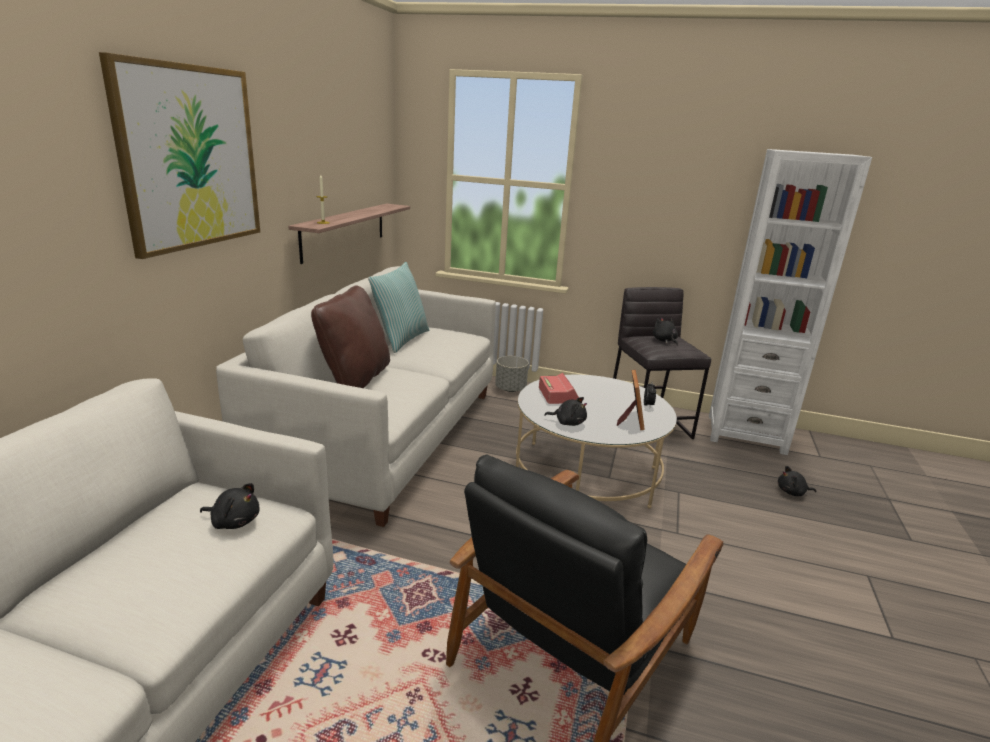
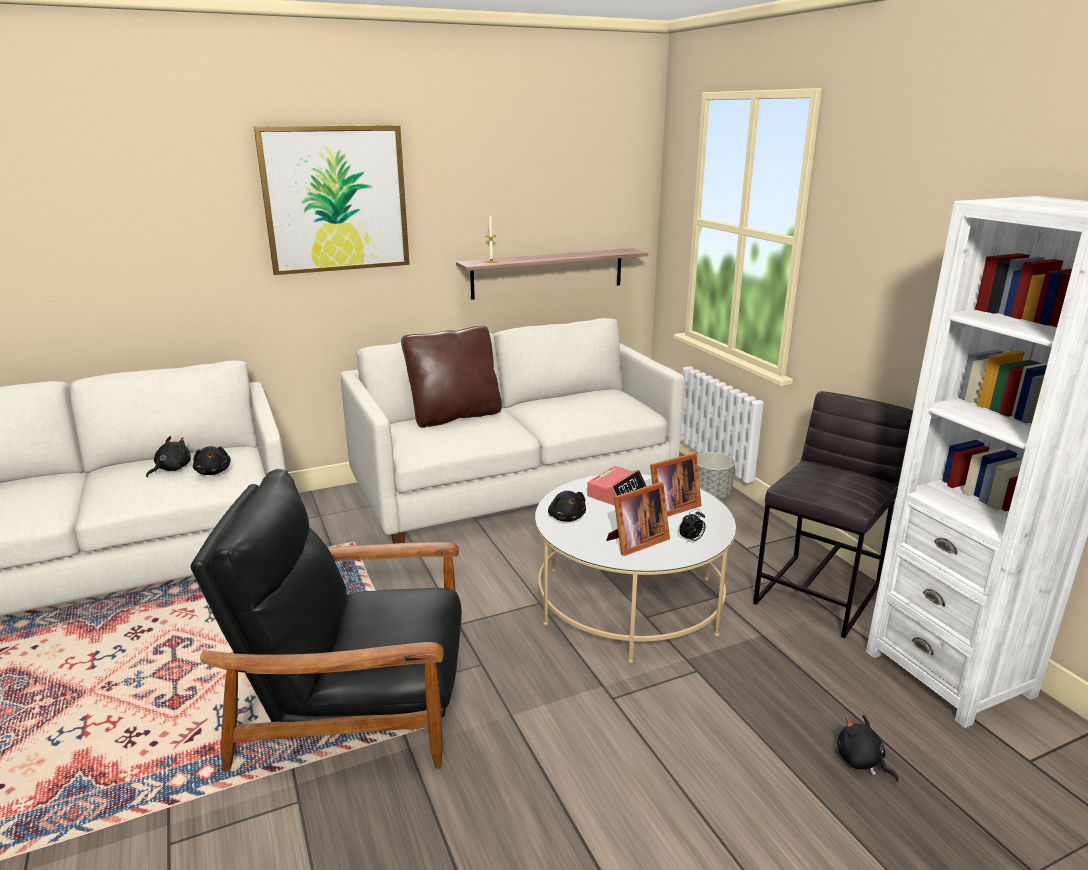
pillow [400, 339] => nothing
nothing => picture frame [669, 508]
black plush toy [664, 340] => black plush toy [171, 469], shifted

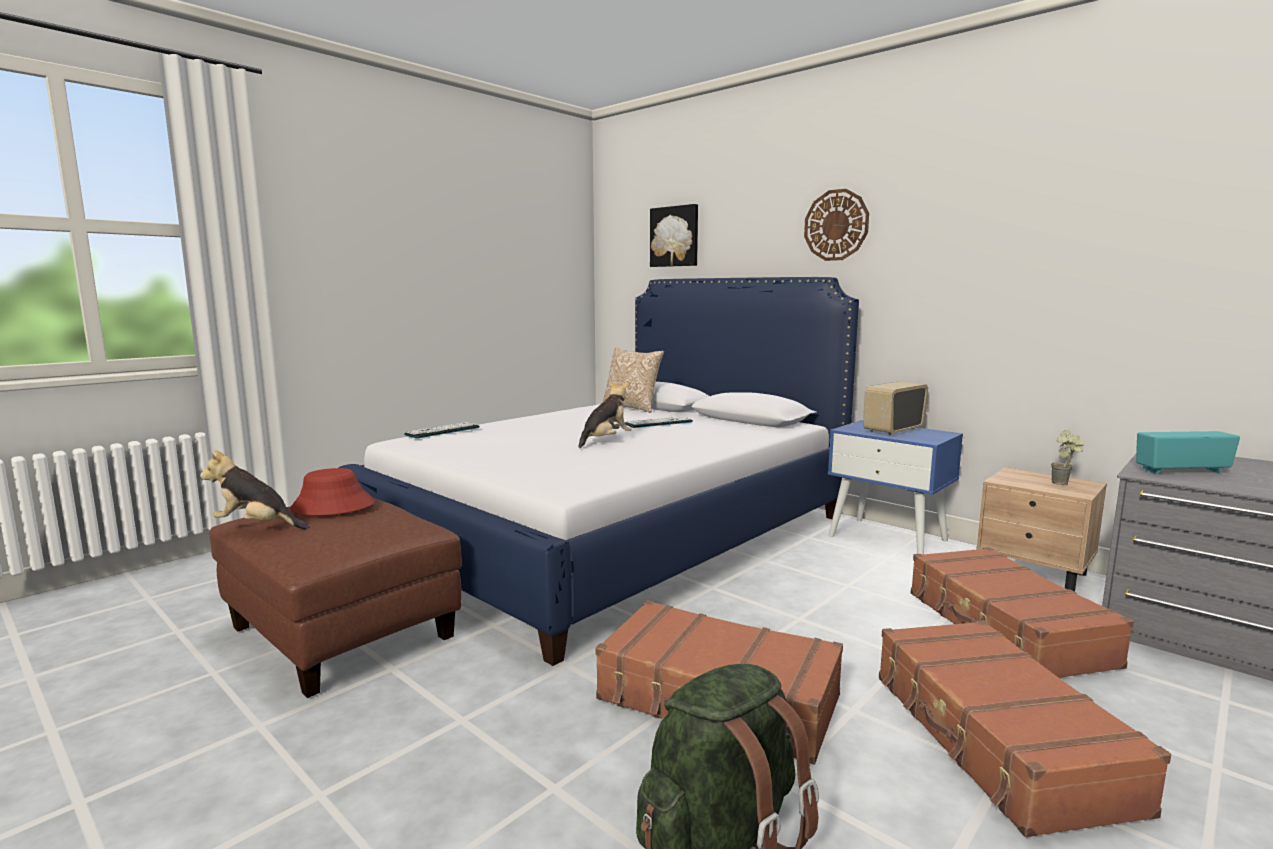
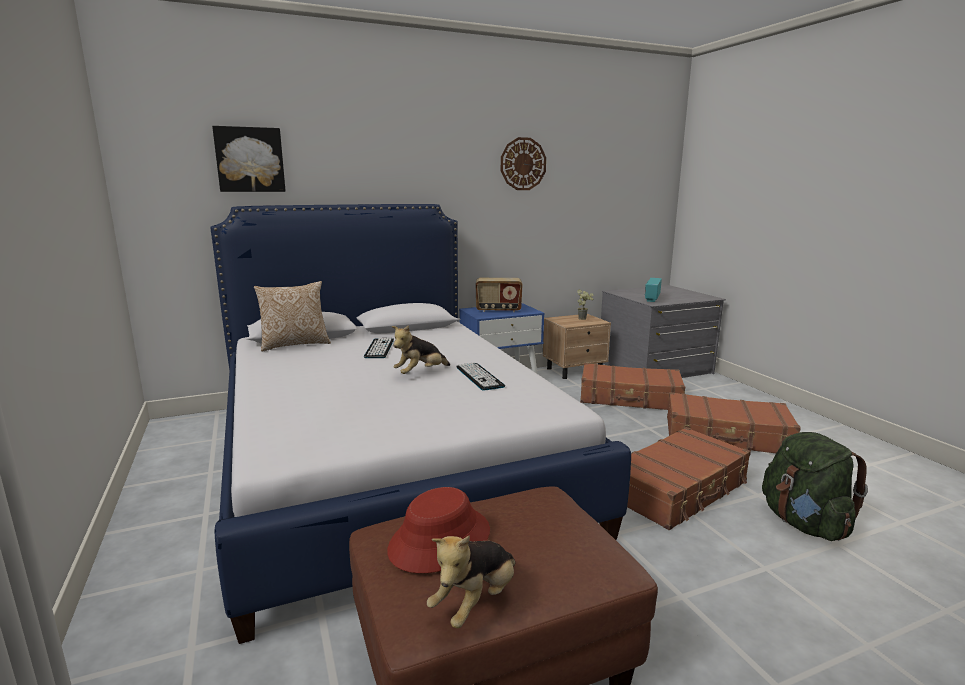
keyboard [442, 431] => keyboard [479, 377], shifted
wall clock [836, 225] => wall clock [523, 164], shifted
plush toy [605, 441] => plush toy [420, 373], 105 degrees counterclockwise
radio [893, 430] => radio [498, 310], 75 degrees counterclockwise

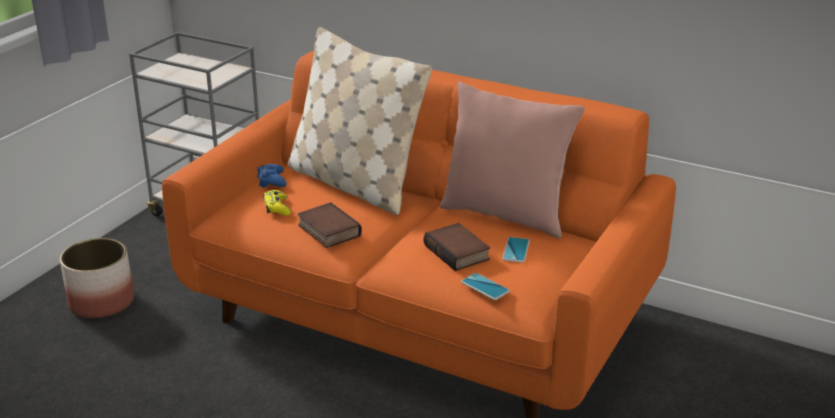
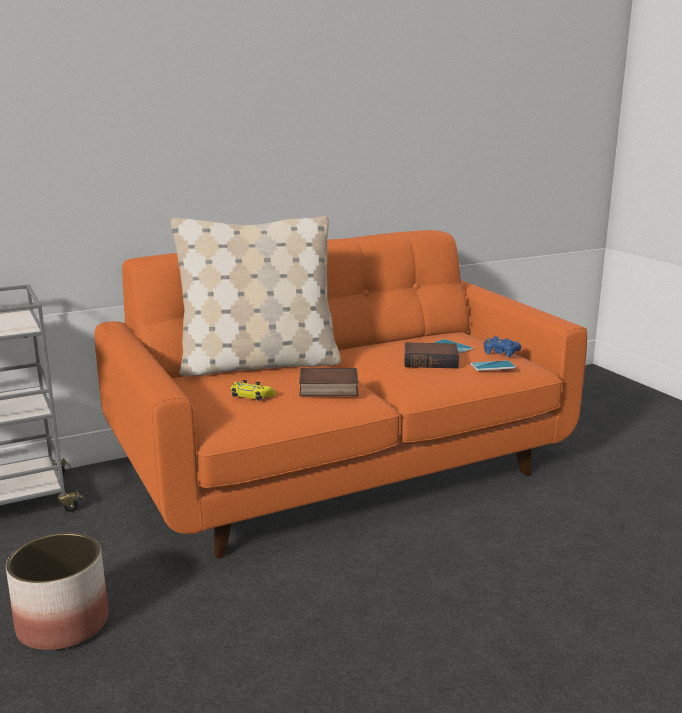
pink pillow [506, 215] => nothing
blue game controller [271, 181] => blue game controller [500, 352], shifted

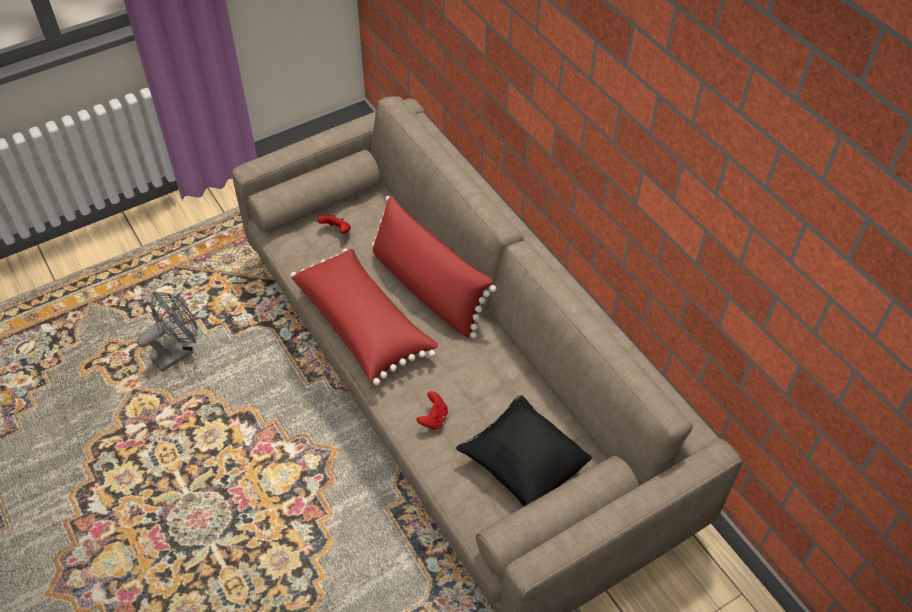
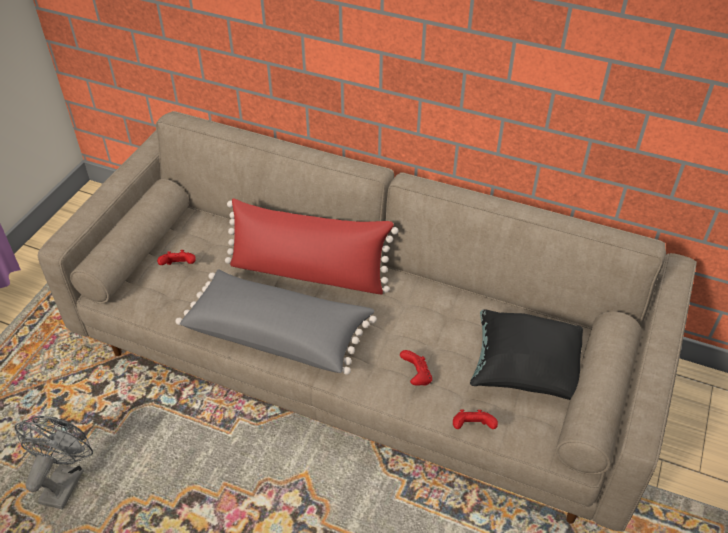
nothing => red game controller [472, 427]
red pillow [364, 325] => grey pillow [279, 333]

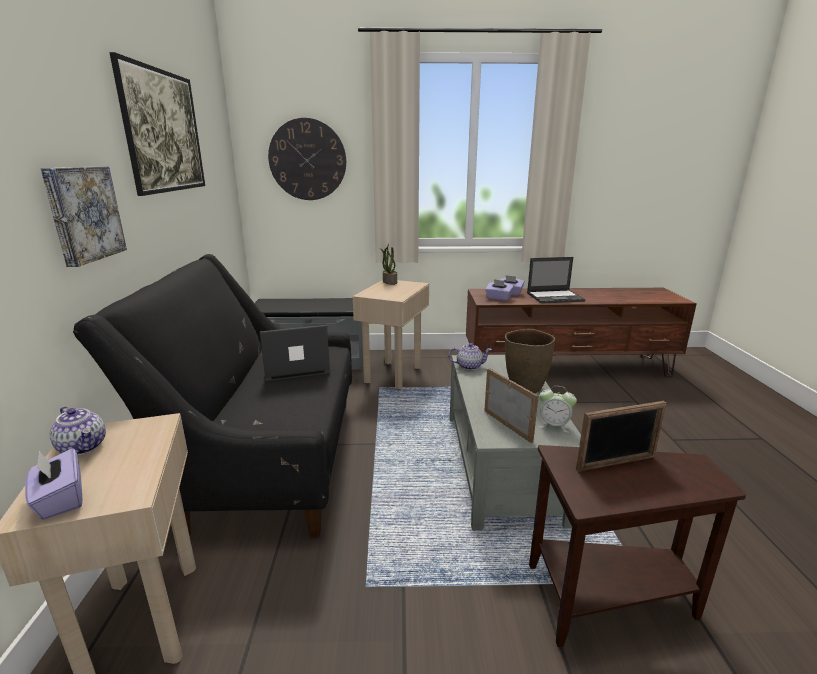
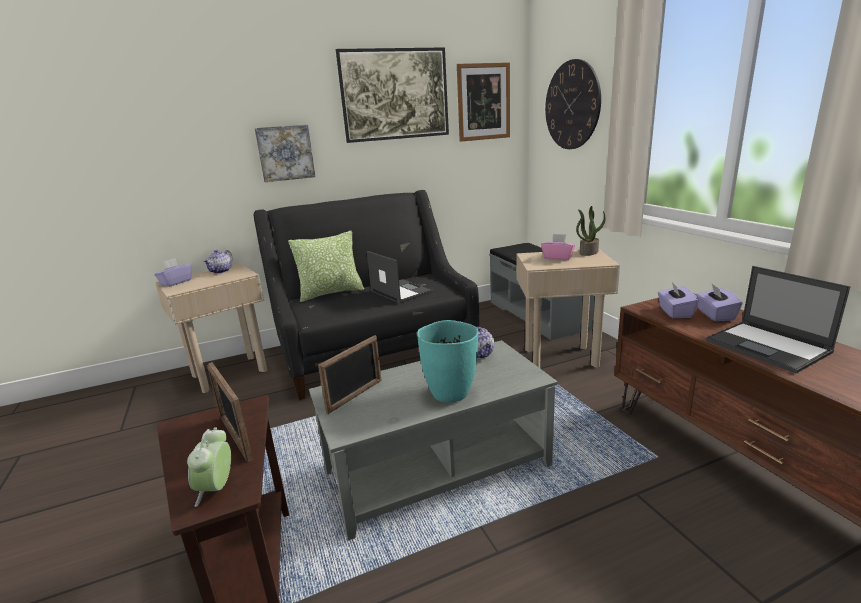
nothing => pillow [331, 293]
nothing => picture [483, 102]
nothing => pink tissue box [558, 257]
alarm clock [554, 425] => alarm clock [217, 488], shifted
brown vase [524, 387] => turquoise vase [450, 393]

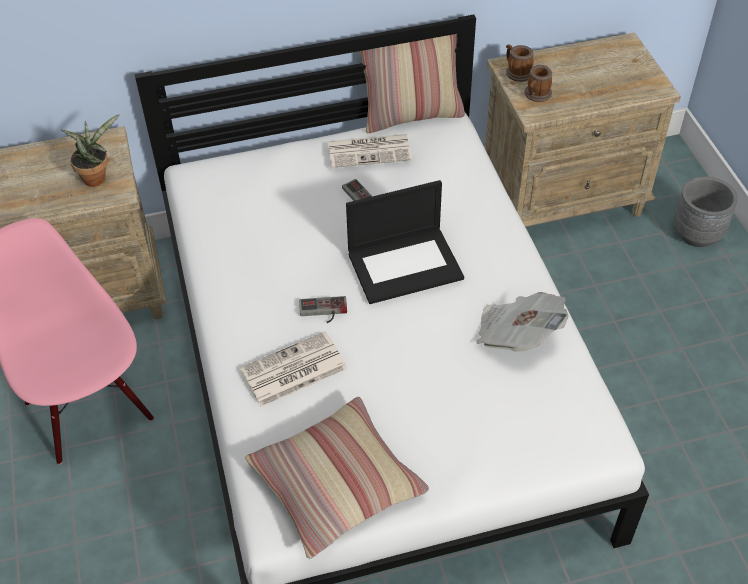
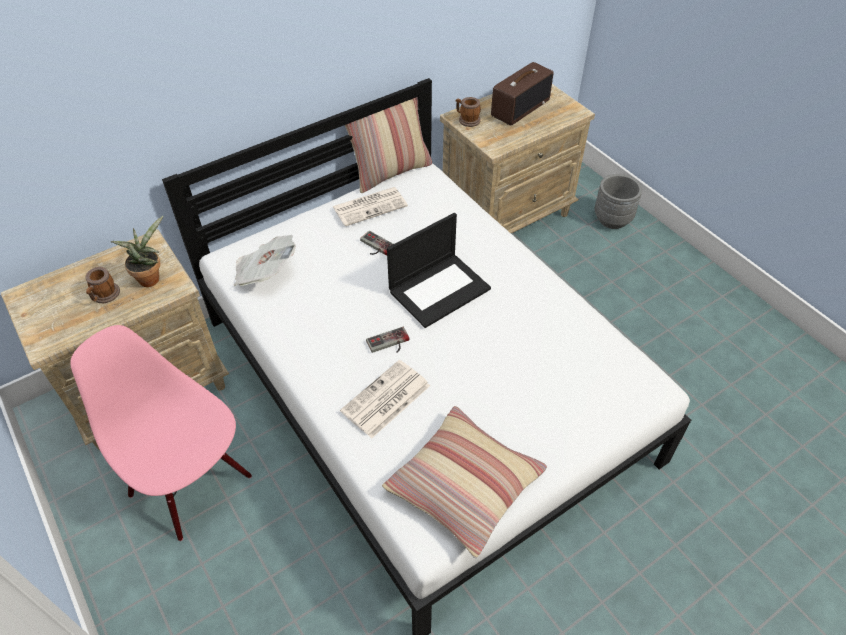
nothing => radio [520, 107]
newspaper [517, 335] => newspaper [265, 273], shifted
mug [536, 95] => mug [104, 296], shifted

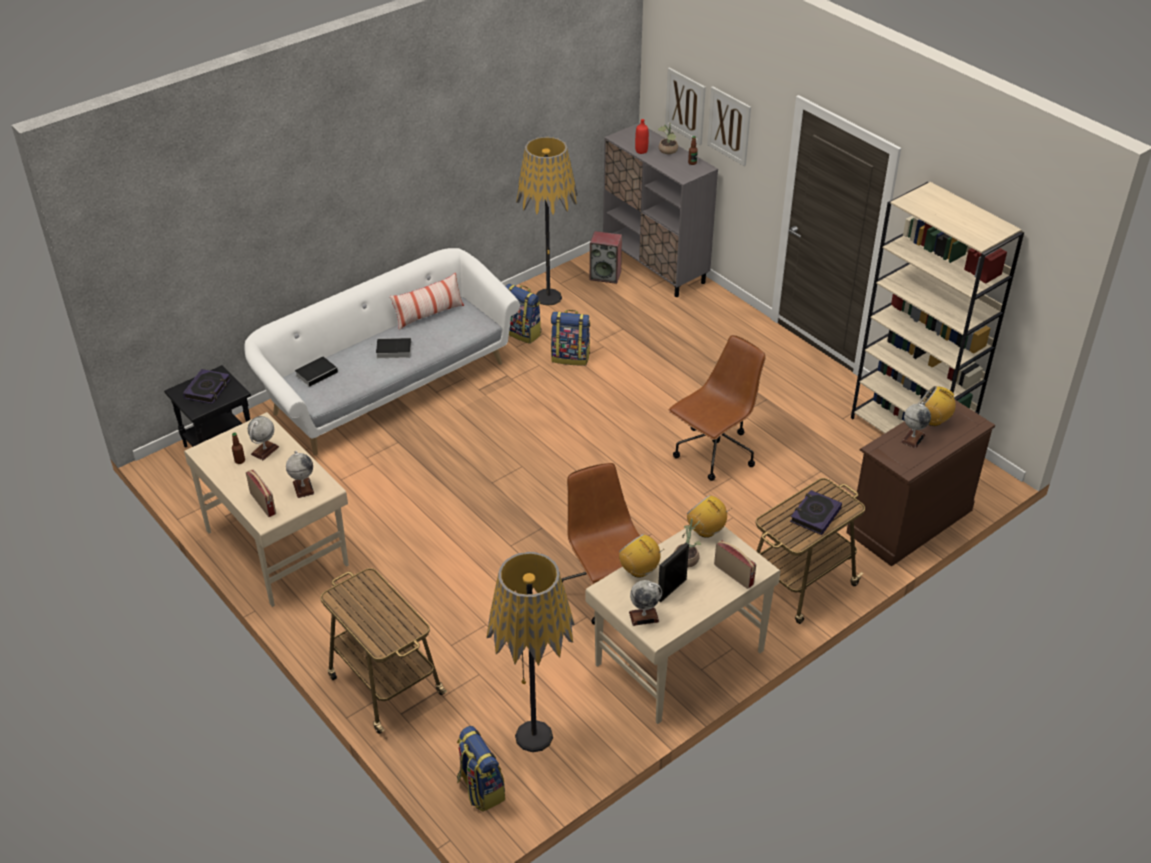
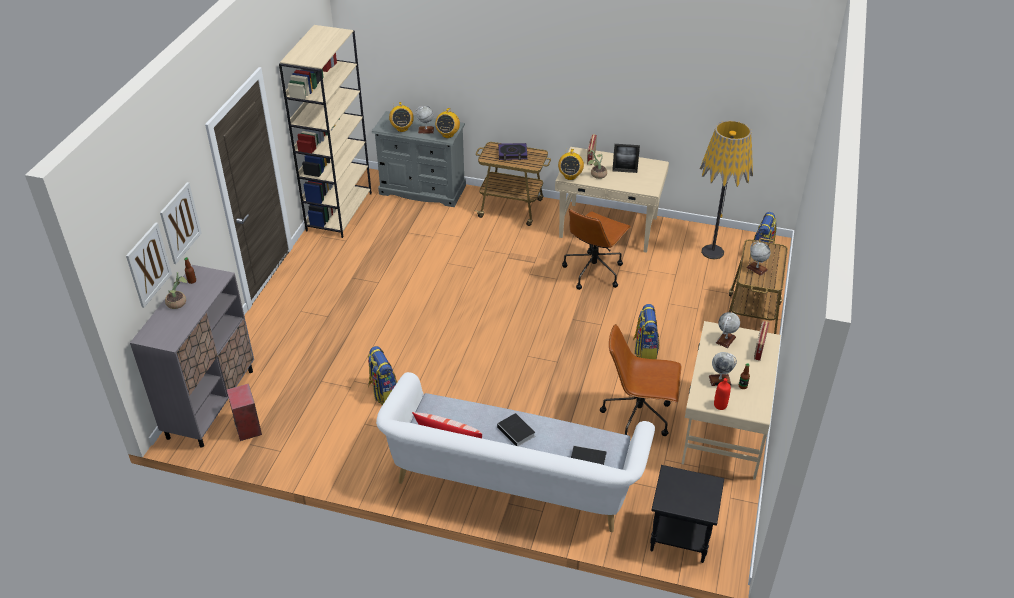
book [207, 389] => nothing
floor lamp [548, 297] => nothing
backpack [523, 333] => backpack [645, 349], shifted
radio [639, 570] => radio [448, 134], shifted
globe [644, 616] => globe [756, 269], shifted
red bottle [641, 151] => red bottle [720, 405], shifted
brown office chair [714, 454] => brown office chair [639, 416], shifted
brown dresser [909, 521] => grey dresser [422, 190]

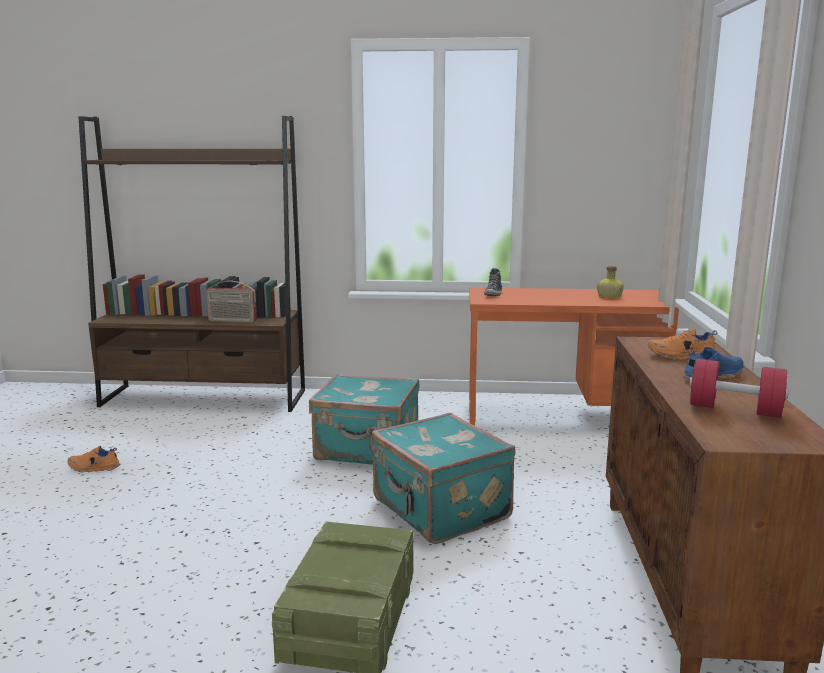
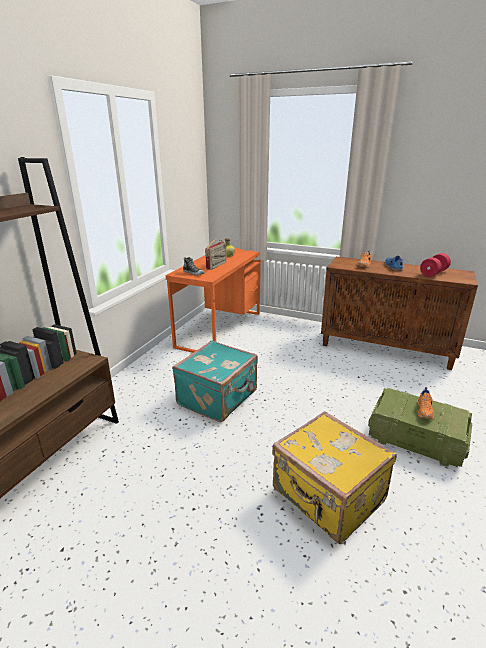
turquoise suitcase [439, 510] => nothing
nothing => yellow suitcase [327, 496]
orange shoe [94, 468] => orange shoe [425, 411], shifted
radio [232, 321] => radio [216, 266], shifted

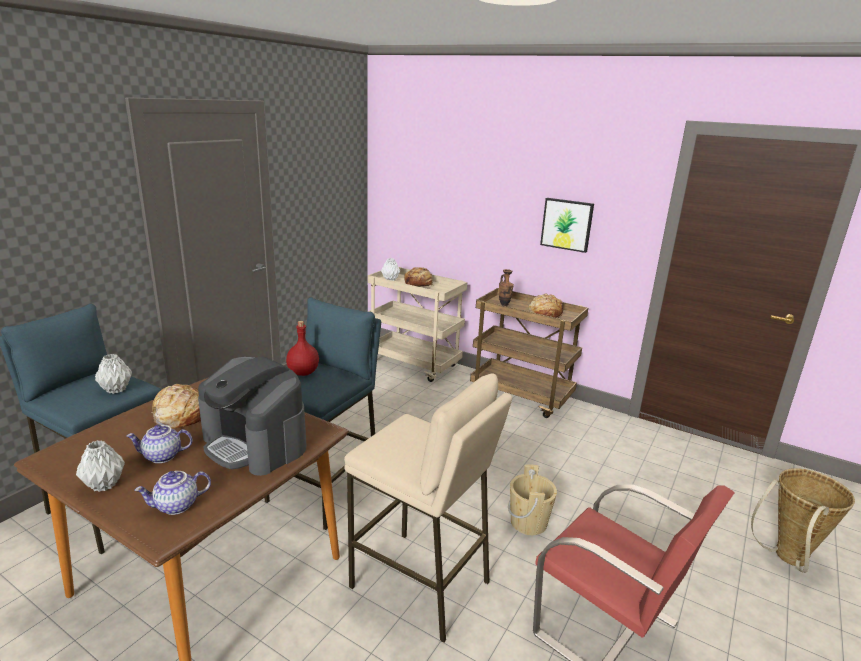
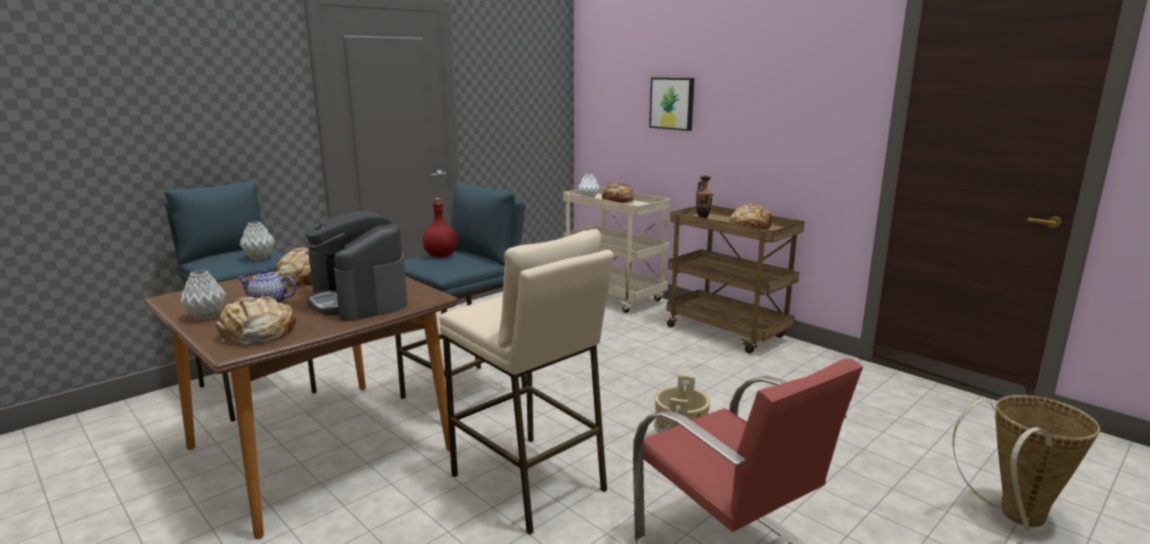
picture [567, 224] => picture [672, 103], shifted
teapot [176, 506] => bread [257, 334]

